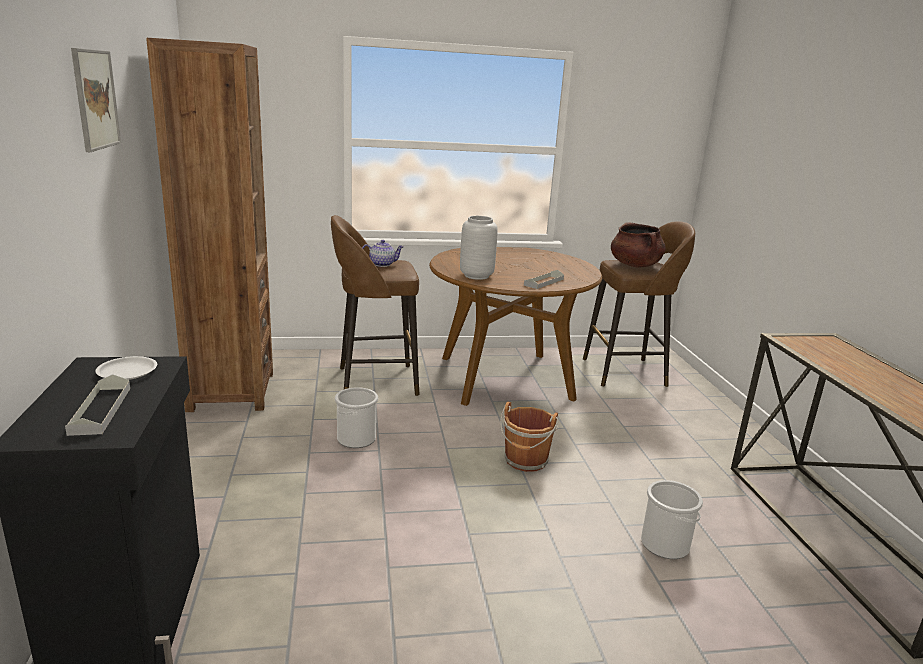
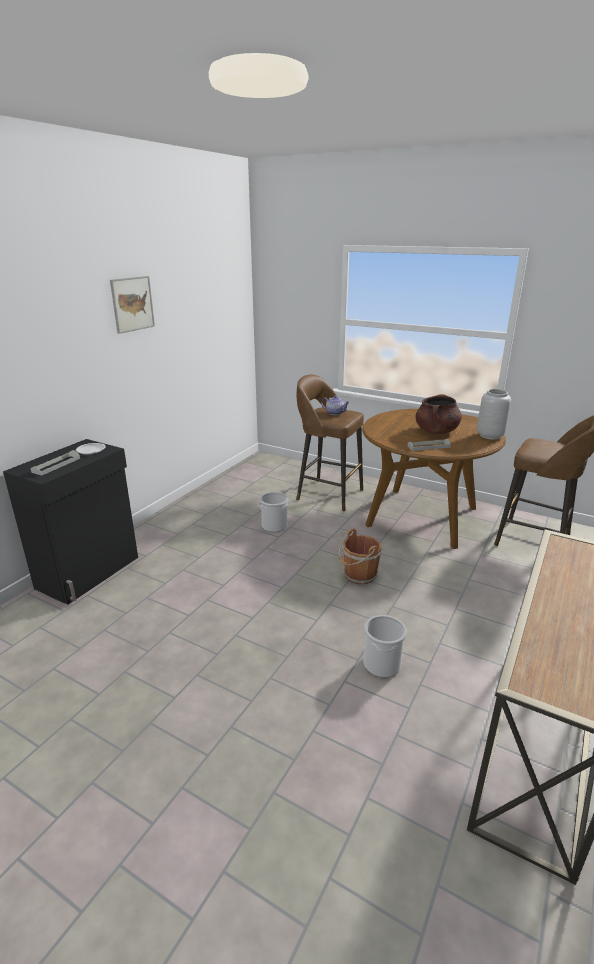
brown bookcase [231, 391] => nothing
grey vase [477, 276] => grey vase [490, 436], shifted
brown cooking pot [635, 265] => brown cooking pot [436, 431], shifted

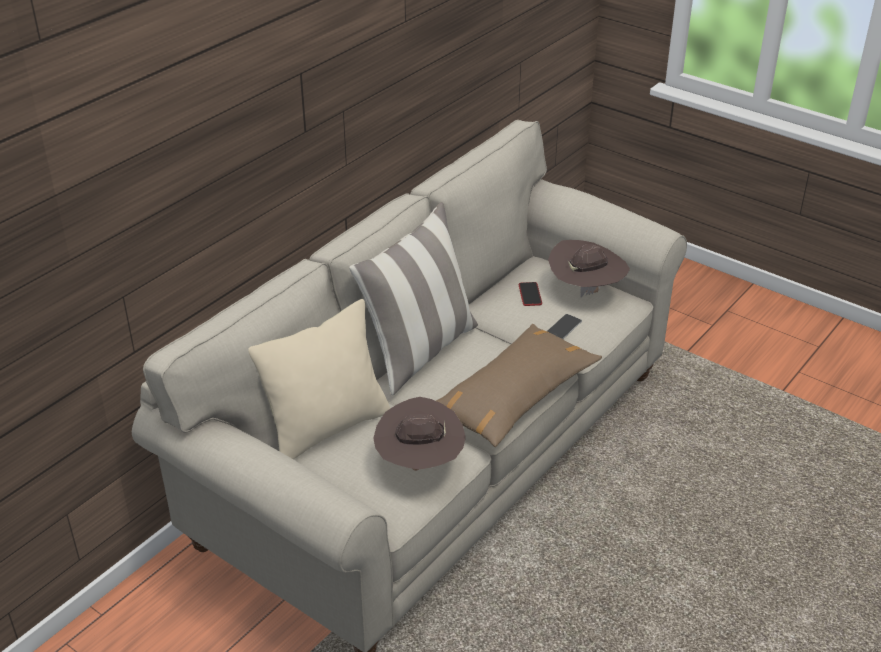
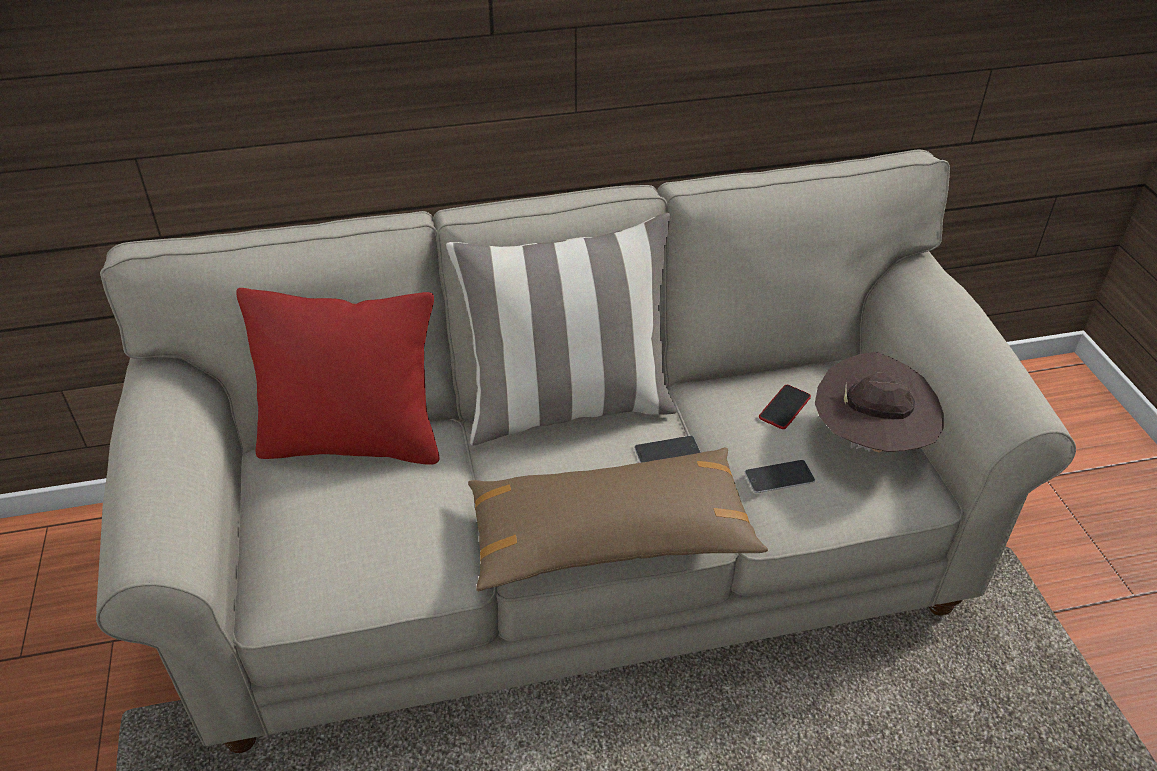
brown hat [419, 464] => nothing
nothing => phone [667, 451]
beige pillow [327, 427] => red pillow [353, 442]

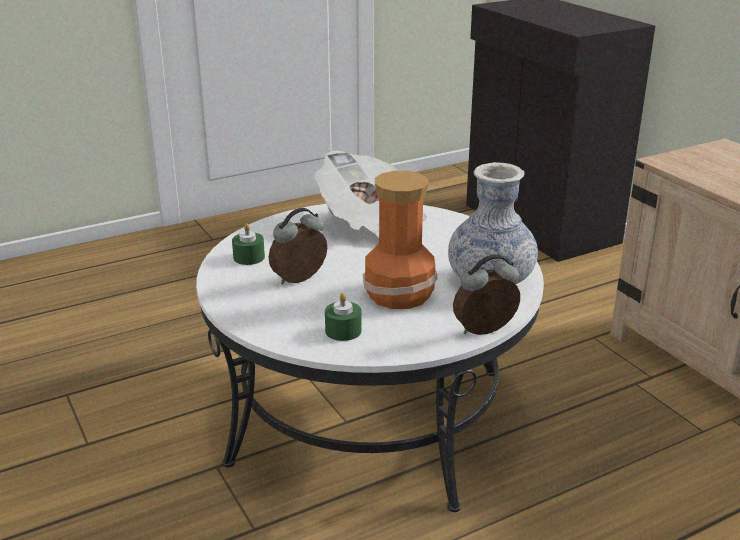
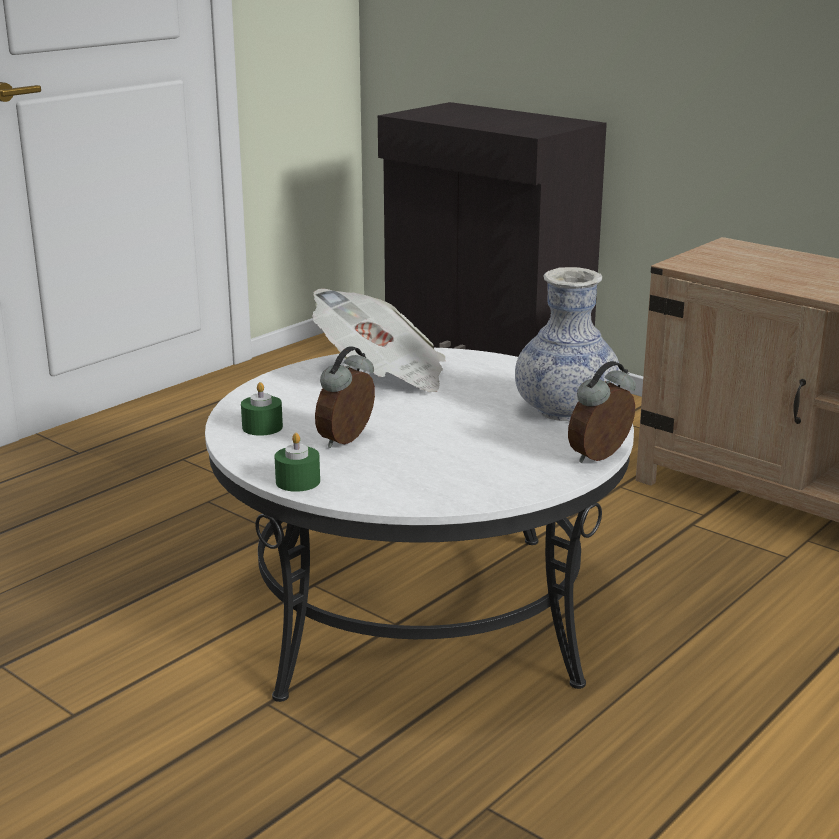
vase [400, 295] => nothing
green candle [343, 331] => green candle [298, 481], shifted

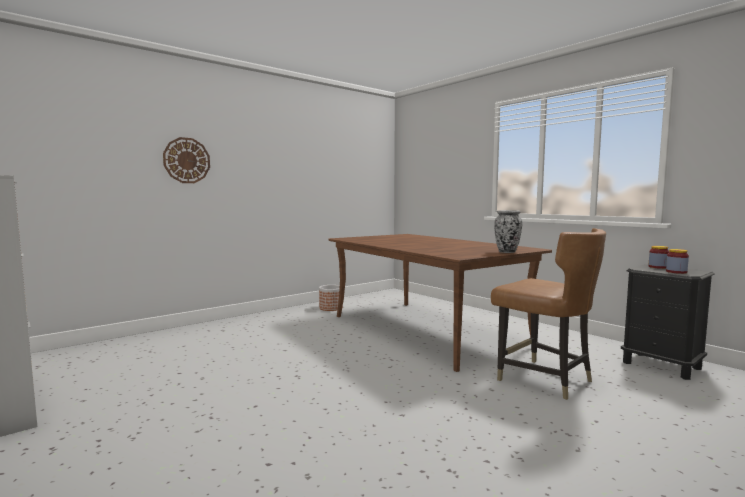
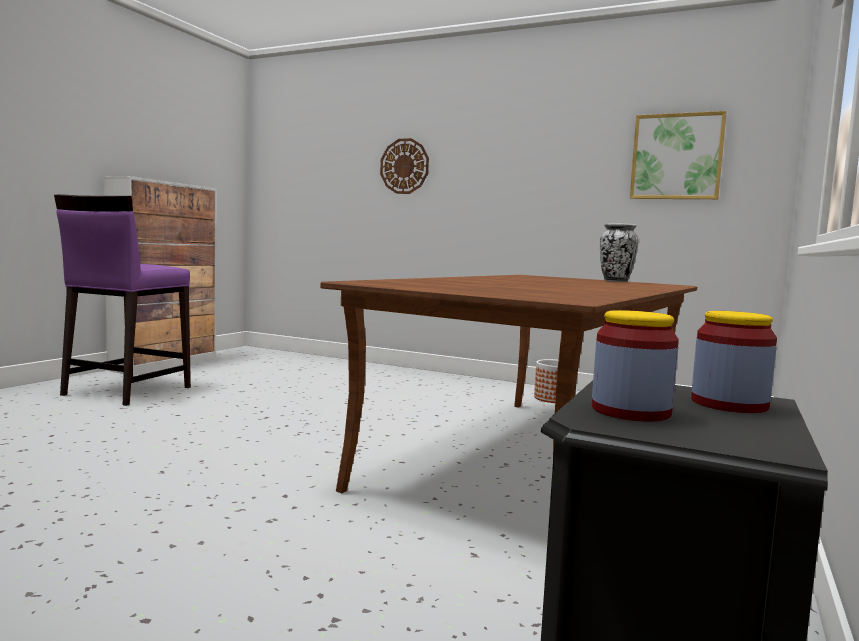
brown chair [545, 379] => nothing
nothing => purple stool [126, 391]
nothing => picture [676, 157]
vase [507, 252] => vase [615, 281], shifted

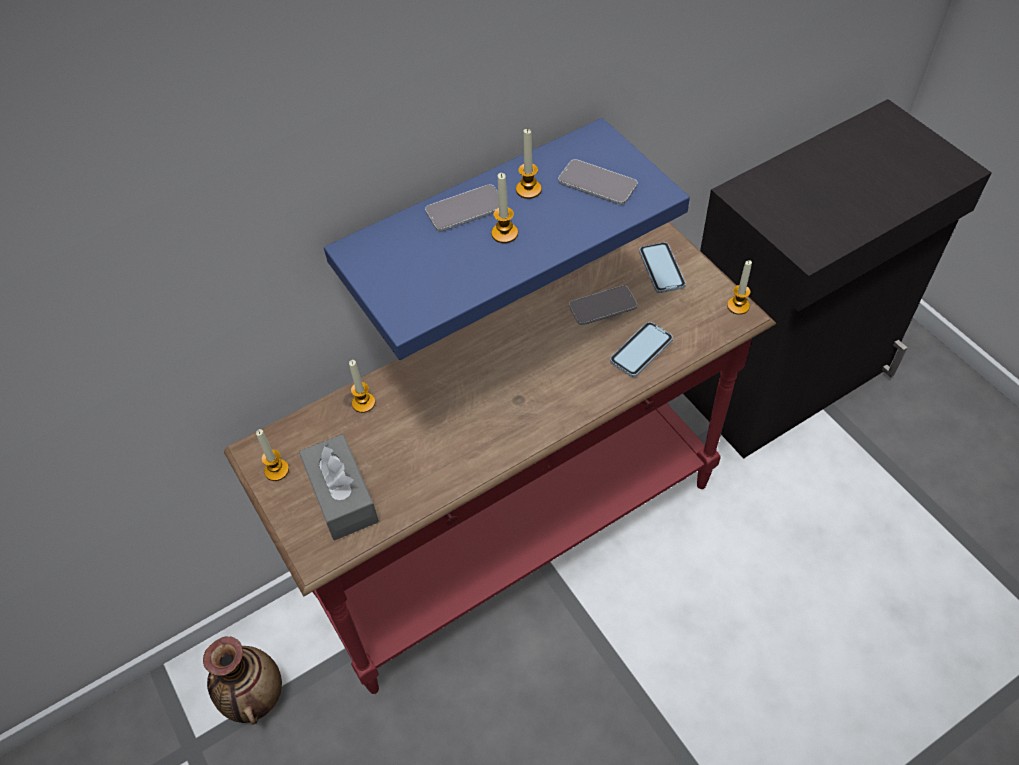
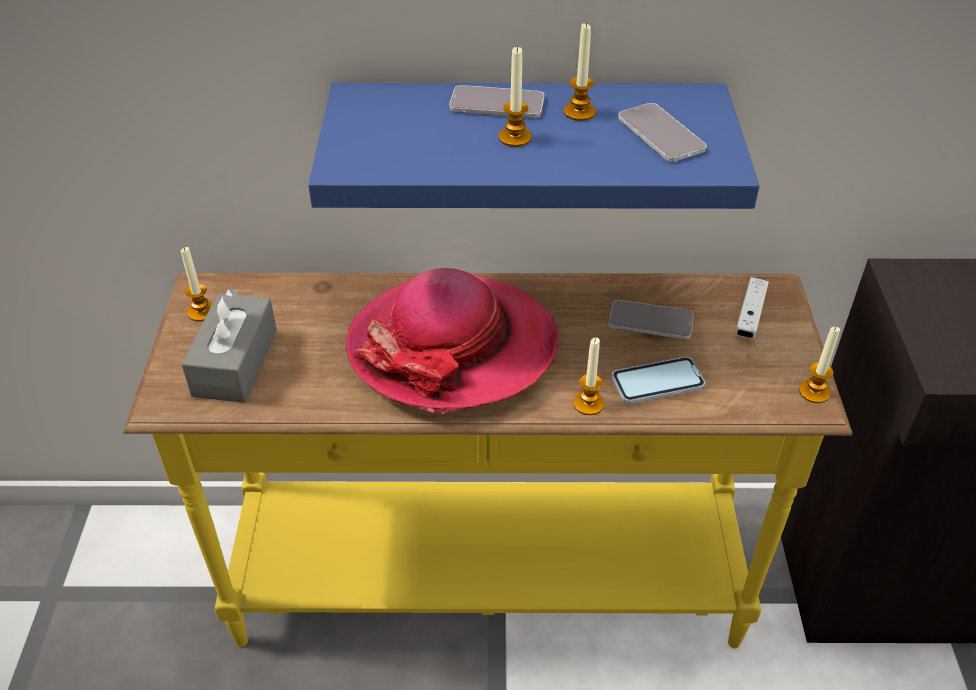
vase [253, 696] => nothing
nothing => hat [452, 347]
candle [363, 403] => candle [588, 404], shifted
phone [661, 269] => white game controller [750, 316]
red console table [519, 542] => yellow console table [488, 586]

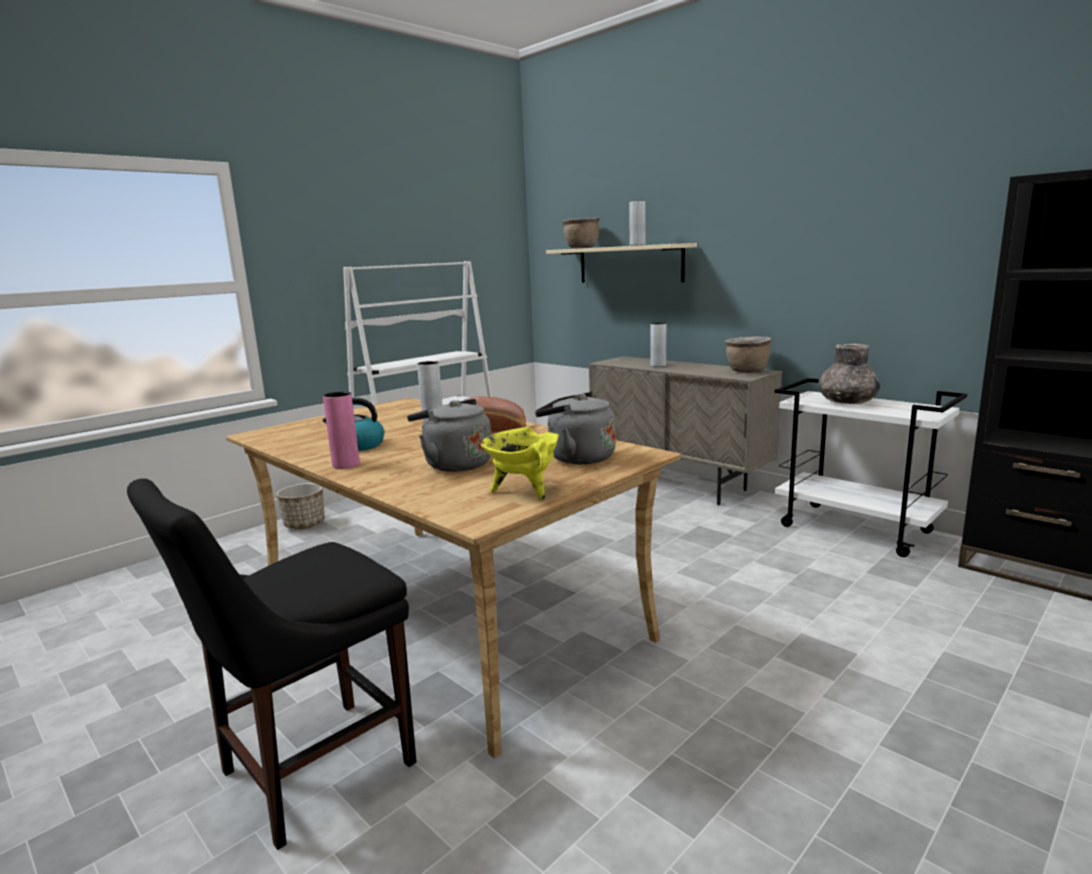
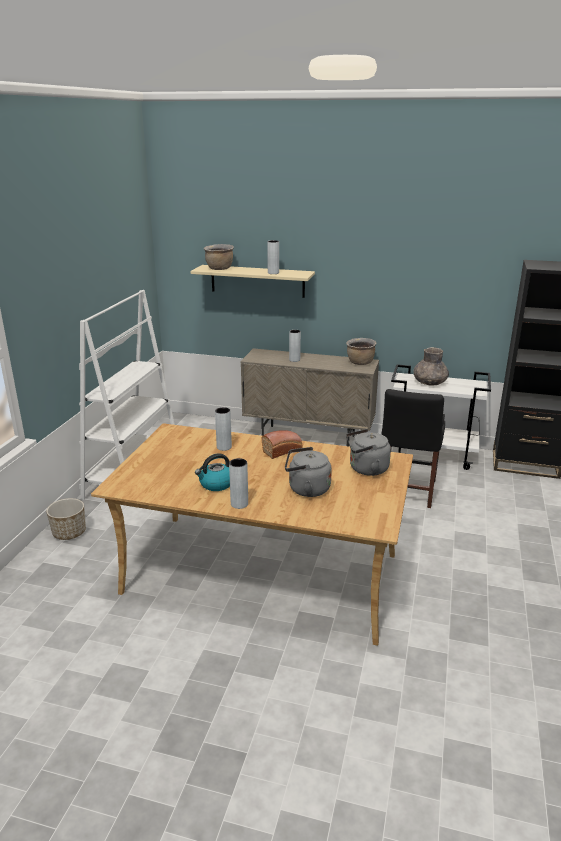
yellow cooking pot [524, 491] => nothing
black chair [308, 772] => black chair [406, 492], shifted
pink vase [346, 465] => grey vase [239, 504]

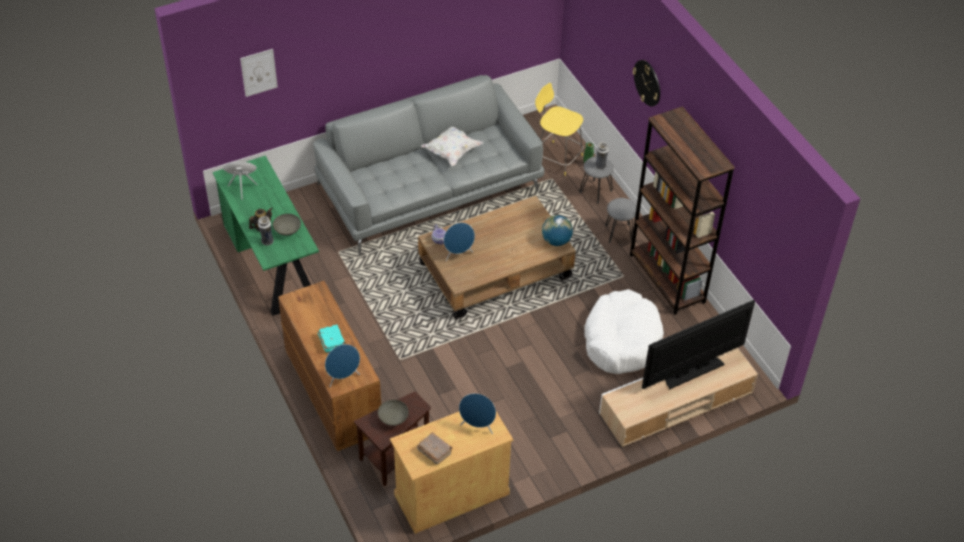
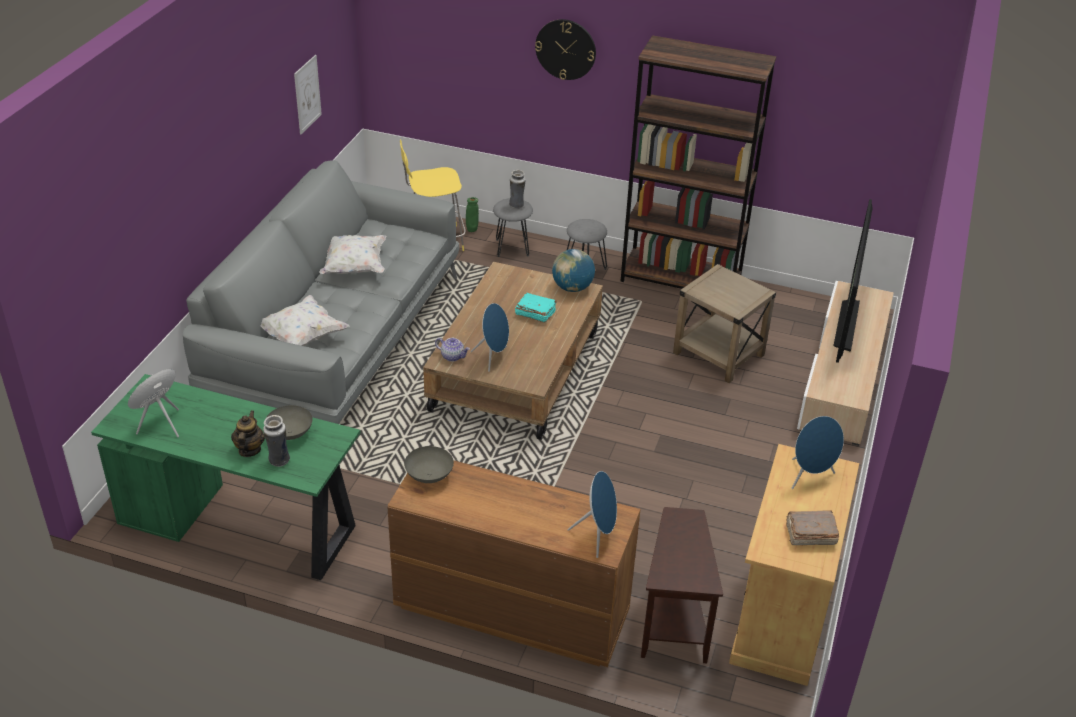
nothing => white pillow [301, 337]
picture [259, 72] => picture [307, 94], shifted
turquoise book [332, 342] => turquoise book [535, 313], shifted
grey bowl [393, 419] => grey bowl [430, 476], shifted
white dog bed [621, 340] => beige side table [719, 355]

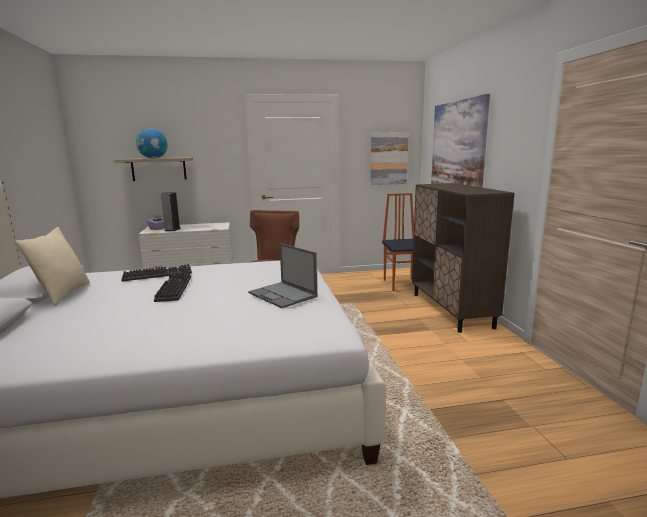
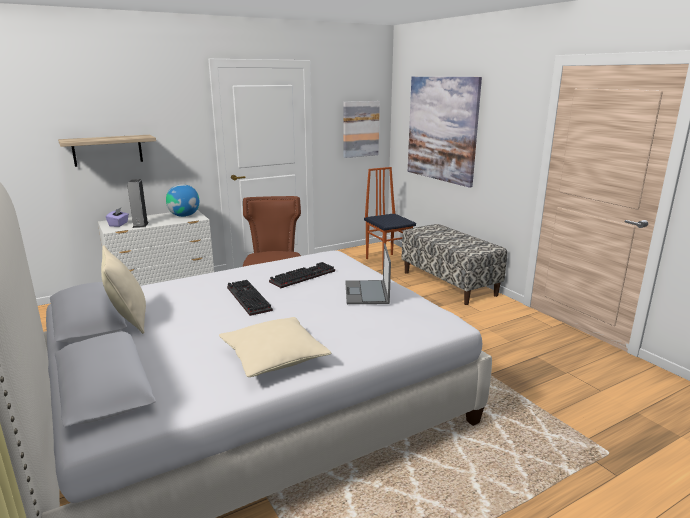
nothing => beige pillow [274, 358]
keyboard [159, 274] => keyboard [303, 276], shifted
globe [153, 158] => globe [184, 216], shifted
brown cabinet [451, 310] => bench [449, 283]
laptop [283, 295] => laptop [366, 293], 60 degrees clockwise

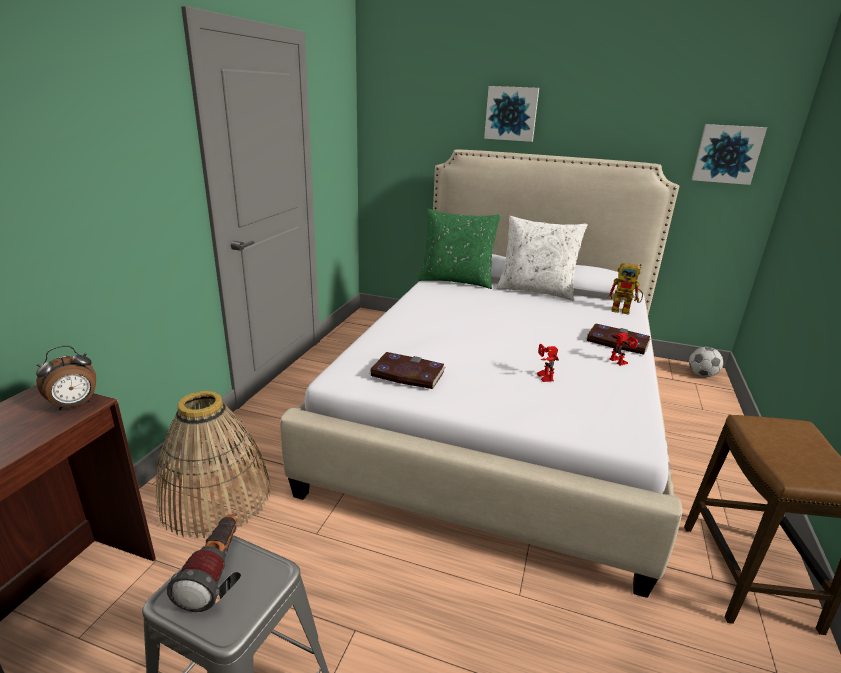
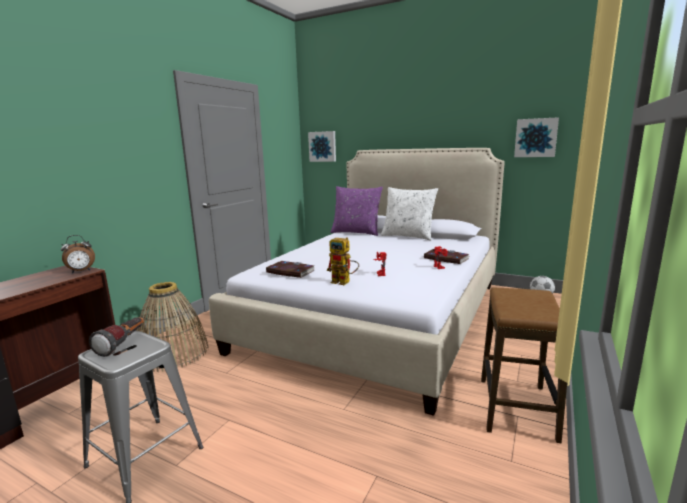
picture [511, 113] => picture [322, 146], shifted
toy robot [625, 311] => toy robot [344, 282], shifted
green pillow [456, 281] => purple pillow [356, 232]

